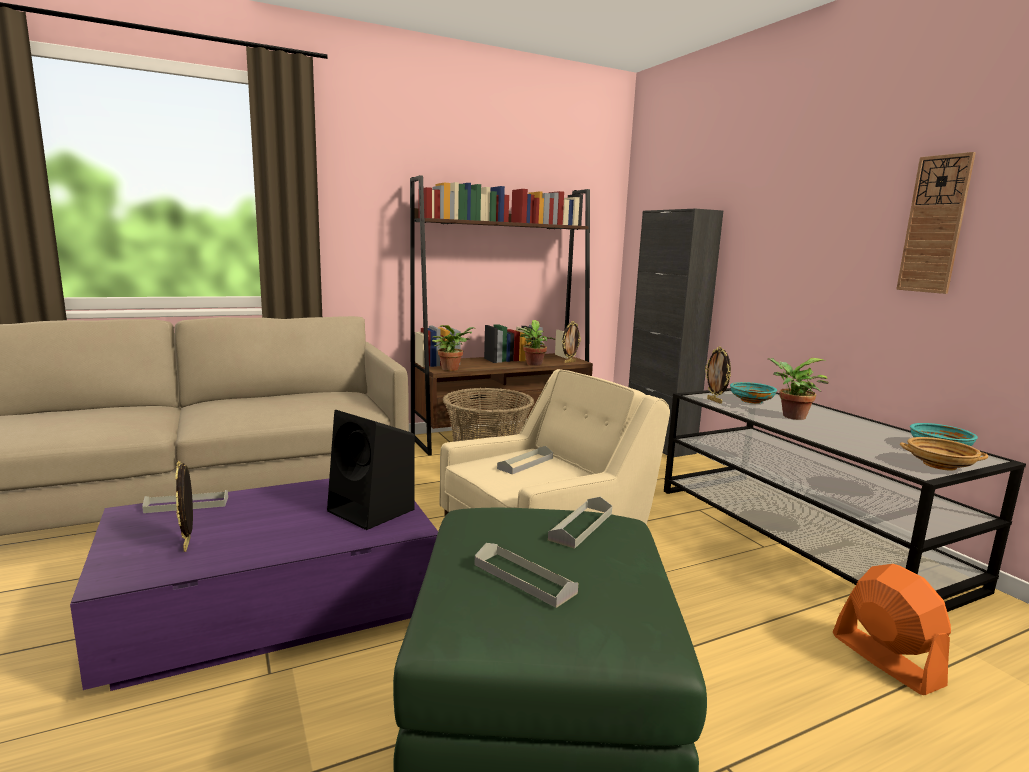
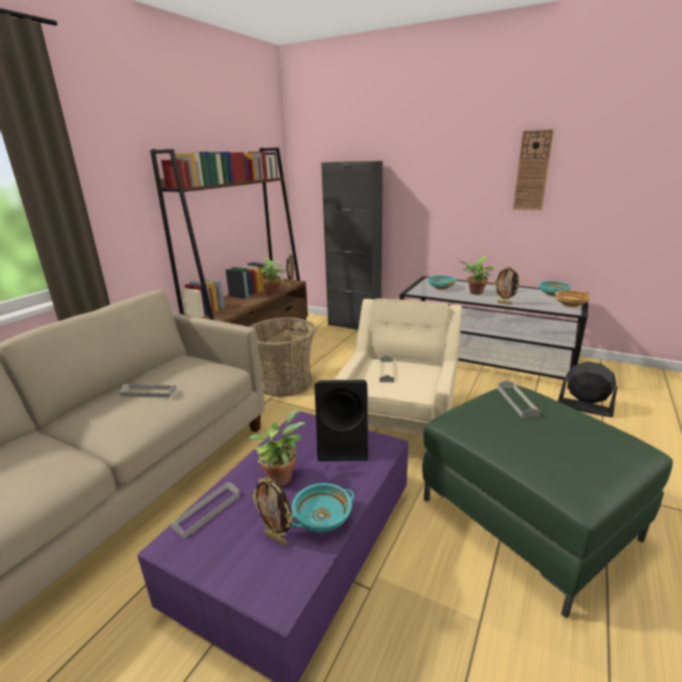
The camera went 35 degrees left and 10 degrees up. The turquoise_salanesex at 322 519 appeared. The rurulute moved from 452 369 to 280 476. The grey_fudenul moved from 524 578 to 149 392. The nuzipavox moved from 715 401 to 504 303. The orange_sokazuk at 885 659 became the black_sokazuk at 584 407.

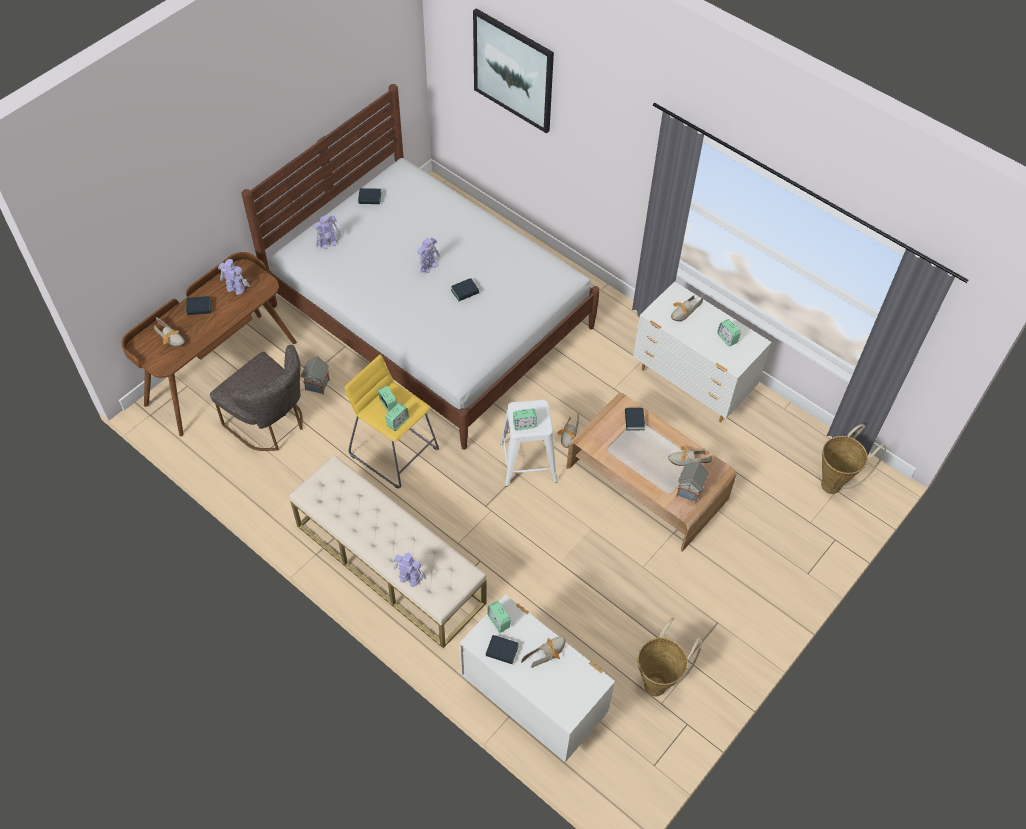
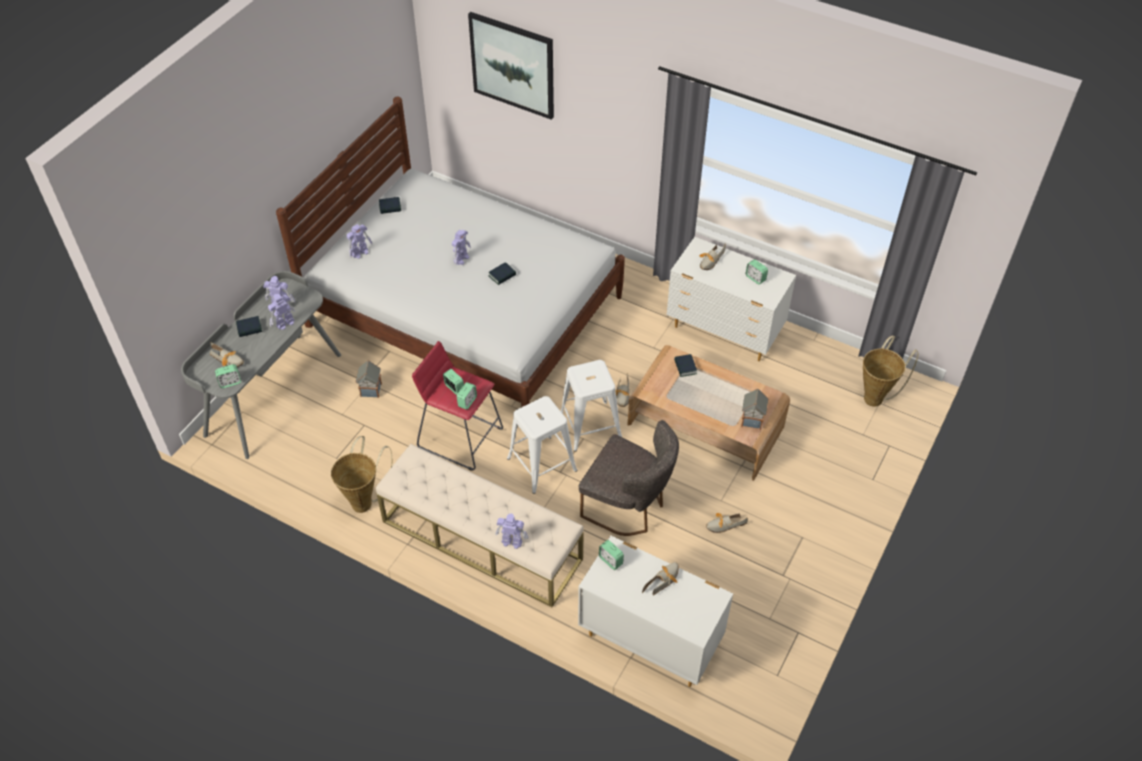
The camera went 10 degrees left and 5 degrees down. The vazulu at 502 651 disappeared. The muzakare at 284 323 appeared. The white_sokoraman at 542 464 appeared. The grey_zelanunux moved from 270 424 to 628 507. The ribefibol moved from 524 425 to 230 382. The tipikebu moved from 658 682 to 365 501. The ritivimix moved from 686 459 to 723 525. The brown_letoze at 220 372 became the grey_letoze at 272 394. The yellow_sokoraman at 394 451 became the red_sokoraman at 460 438.

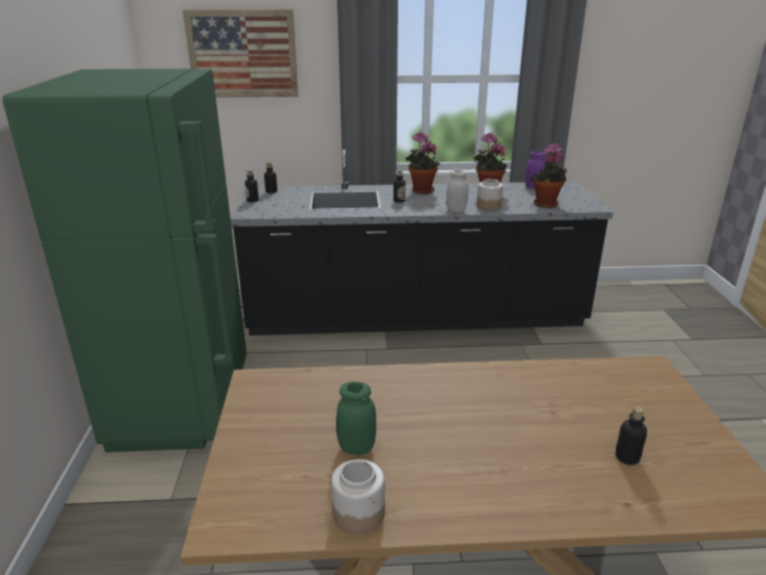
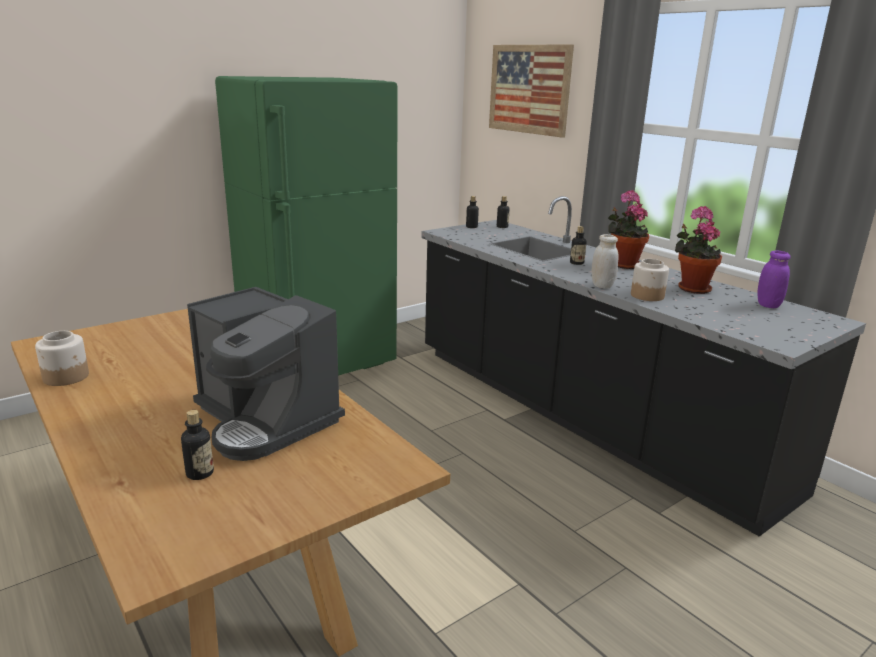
The camera went 55 degrees right and 5 degrees down. The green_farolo at 356 447 disappeared. The rurulute at 546 205 disappeared. The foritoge at 266 420 appeared.

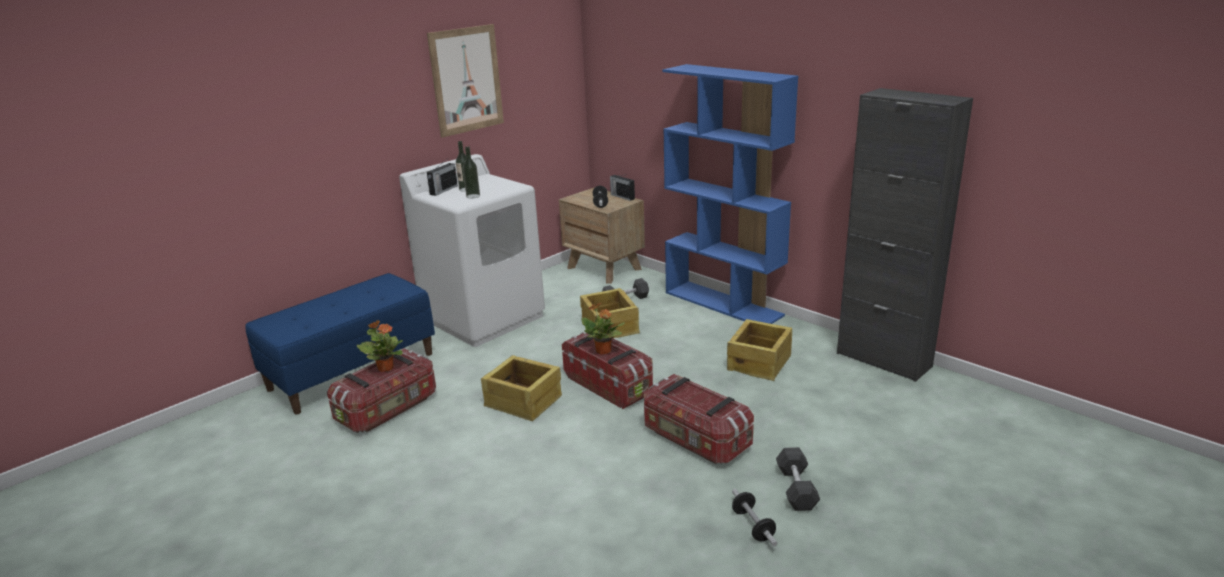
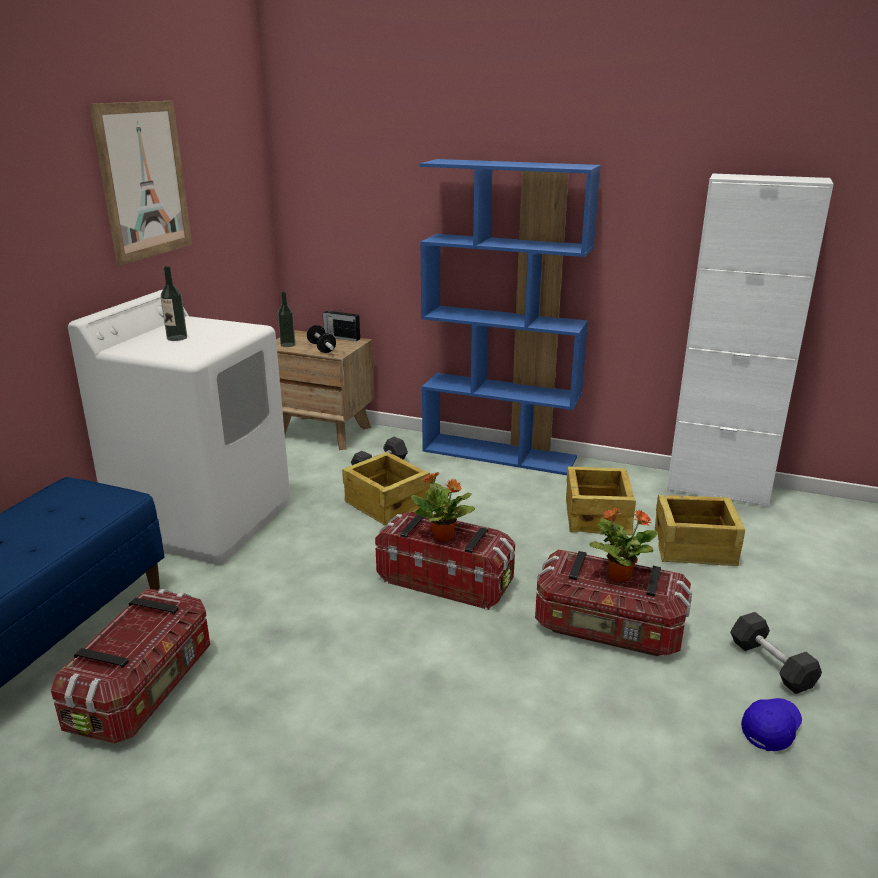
The camera went 25 degrees left and 0 degrees up. The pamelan at 443 190 disappeared. The rurulute moved from 385 368 to 618 575. The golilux moved from 473 196 to 288 345. The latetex moved from 523 402 to 695 548. The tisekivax at 753 526 was replaced by the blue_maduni at 770 729. The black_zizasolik at 883 360 became the white_zizasolik at 717 489.

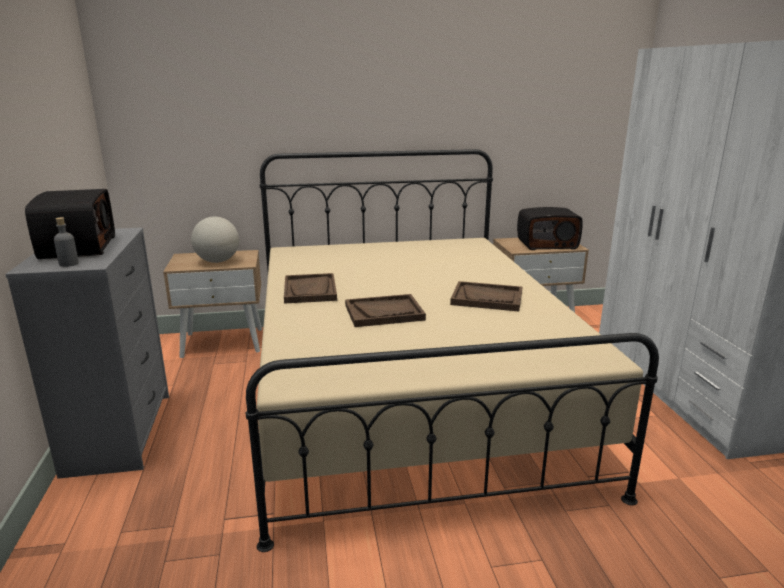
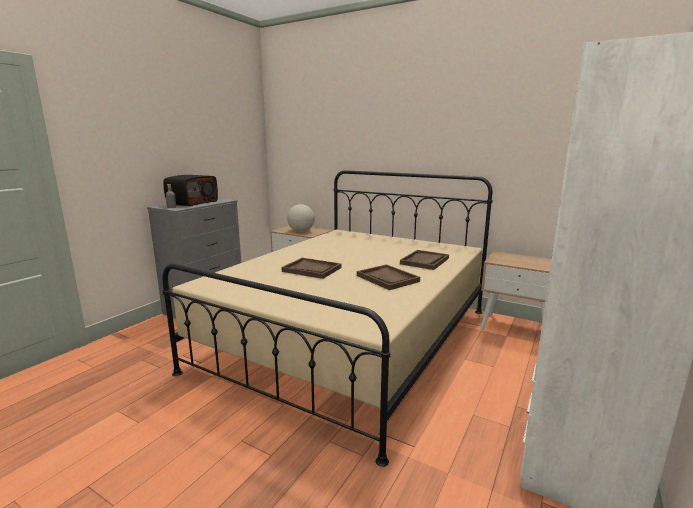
The camera went 40 degrees right and 5 degrees down. The pamelan at 547 244 disappeared. The brown_fudenul moved from 310 290 to 424 261.

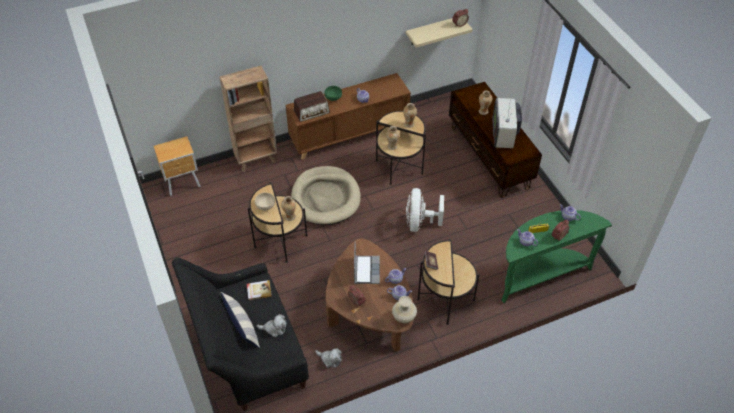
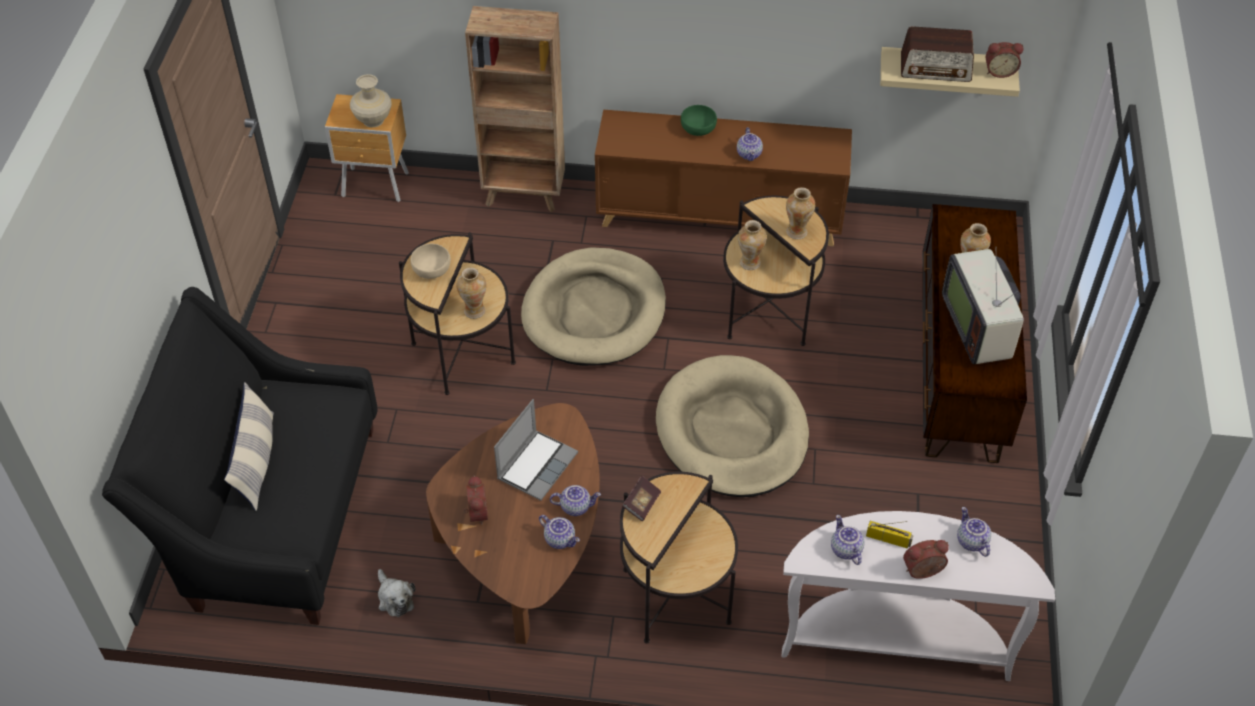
The camera went 30 degrees right and 0 degrees up. The vazulu at 258 290 disappeared. The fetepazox at 274 329 disappeared. The pamelan moved from 312 112 to 936 68. The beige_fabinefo moved from 404 318 to 373 120. The white_sokazuk at 419 222 was replaced by the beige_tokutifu at 732 431. The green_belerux at 540 274 became the white_belerux at 896 639. The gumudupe at 504 133 turned 45 degrees counterclockwise.

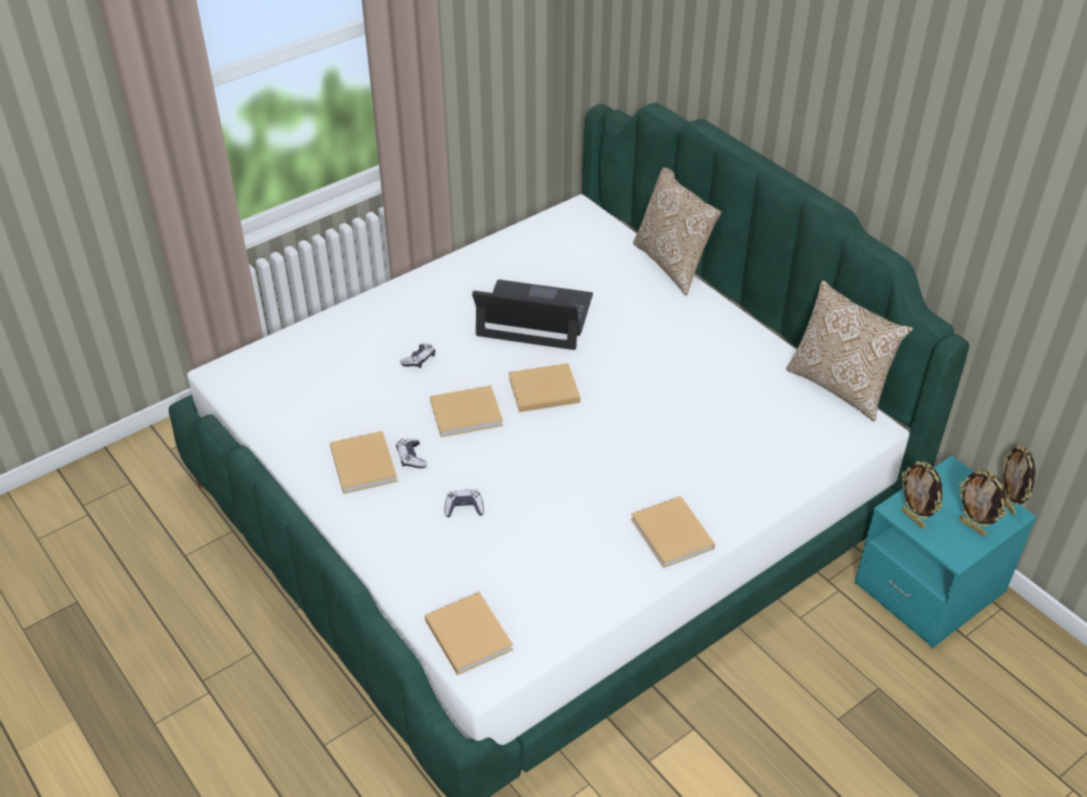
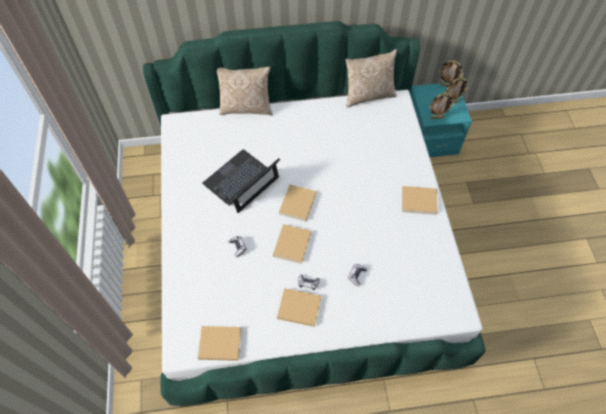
The camera went 60 degrees left and 15 degrees up. The beige_vazulu moved from 467 633 to 218 343.

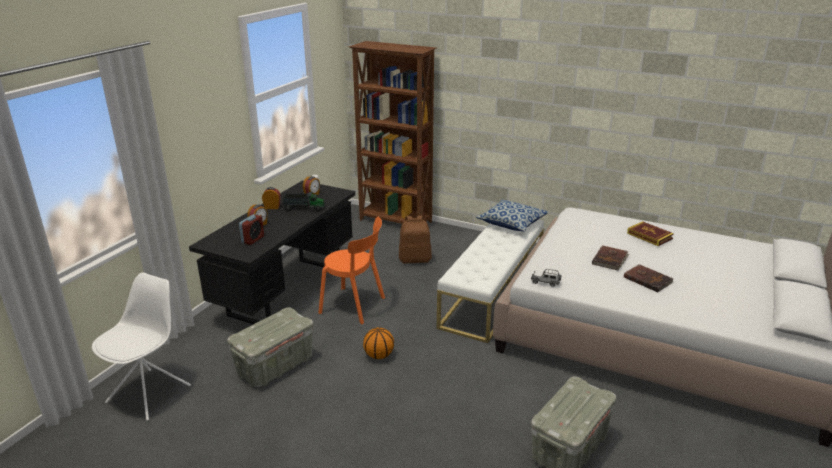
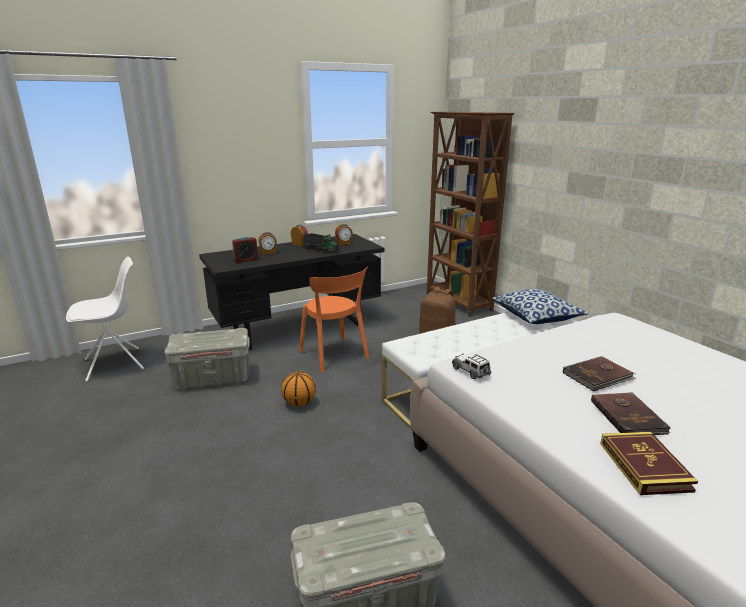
The camera went 35 degrees right and 5 degrees down. The vazulu moved from 649 236 to 644 466.

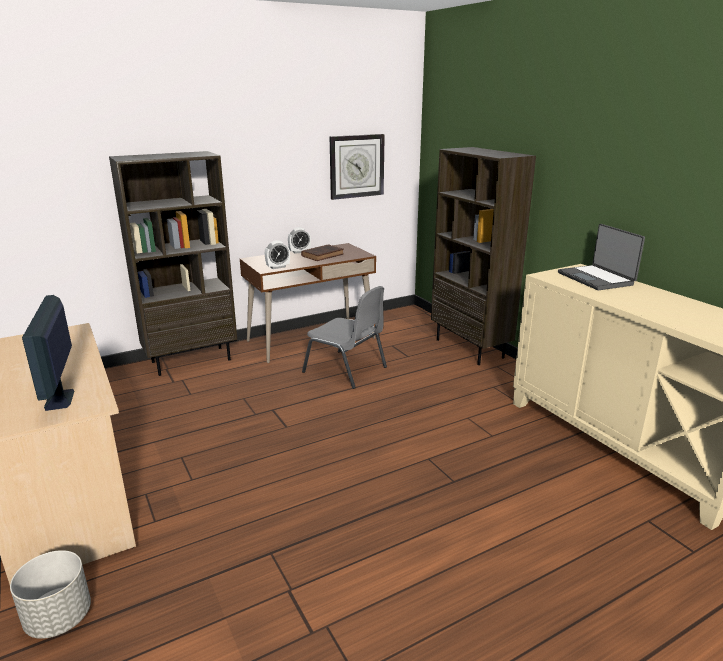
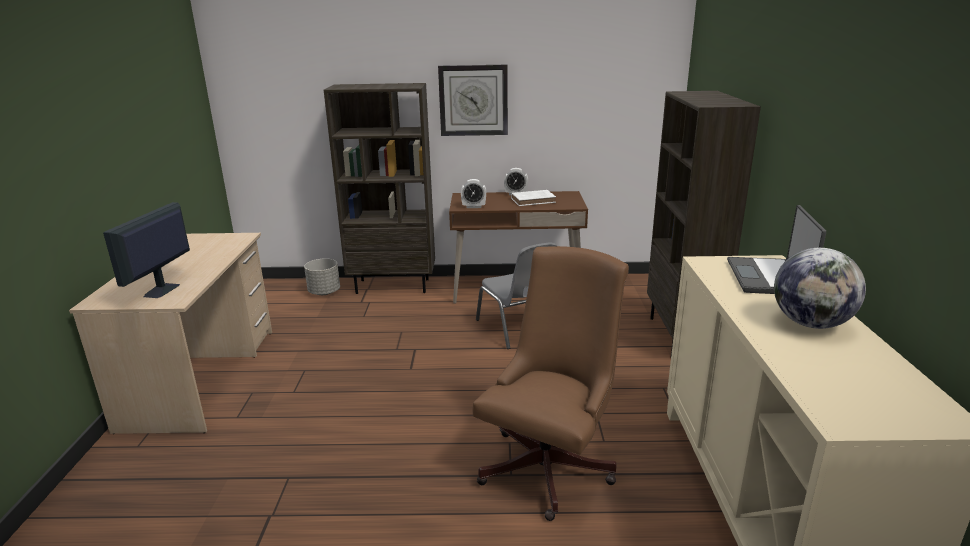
The camera went 30 degrees right and 0 degrees up. The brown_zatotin at 551 464 appeared. The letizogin at 811 323 appeared. The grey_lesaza moved from 58 618 to 324 292. The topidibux moved from 356 166 to 473 100. The brown_vazulu at 323 255 became the white_vazulu at 534 200.

